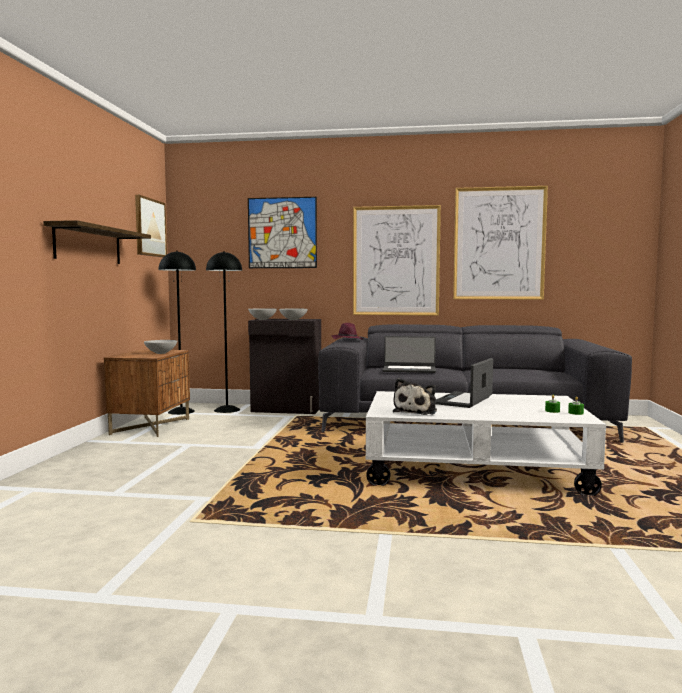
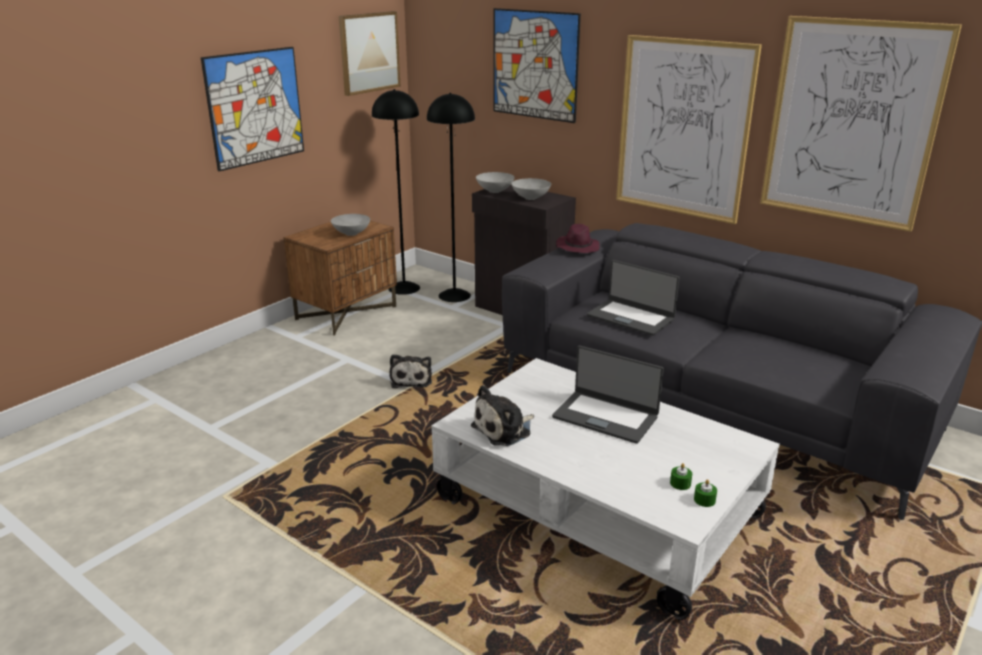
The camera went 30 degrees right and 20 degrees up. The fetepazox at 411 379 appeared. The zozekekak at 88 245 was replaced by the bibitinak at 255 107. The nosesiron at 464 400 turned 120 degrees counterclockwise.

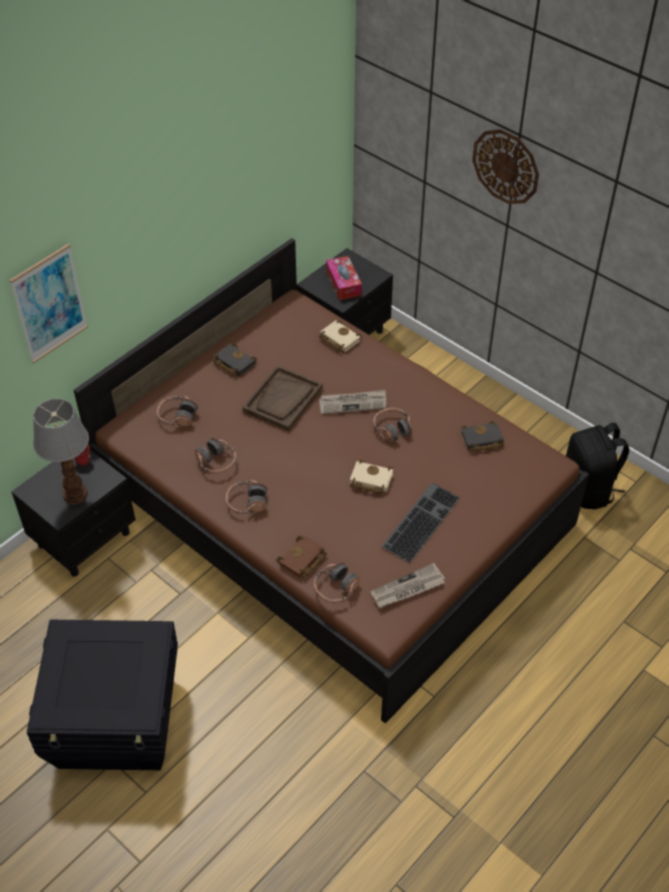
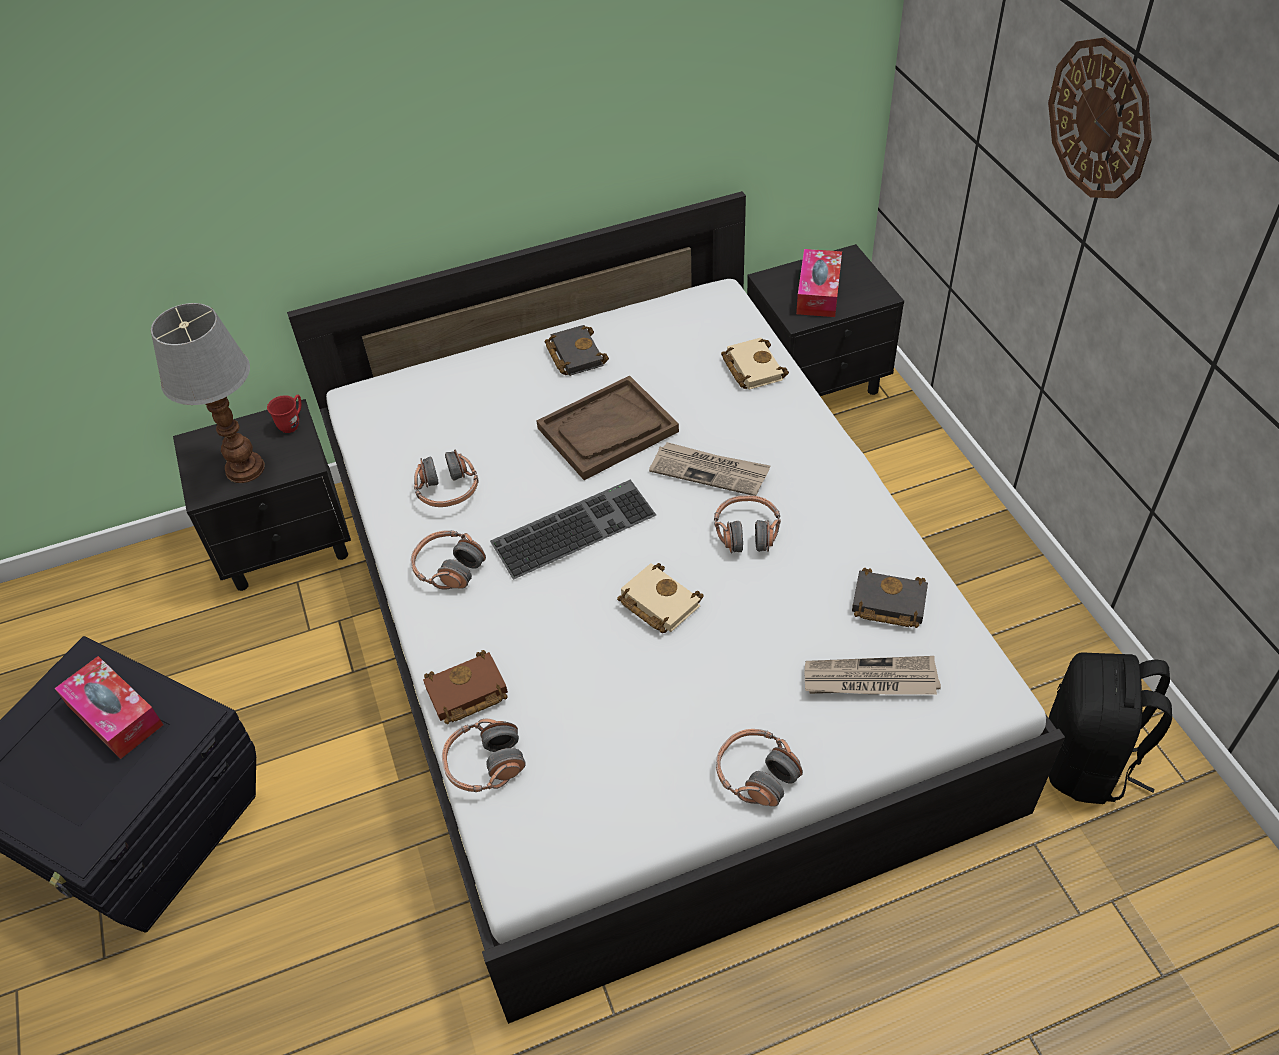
The camera went 30 degrees right and 0 degrees up. The bibitinak at 49 304 disappeared. The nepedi at 115 715 appeared. The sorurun moved from 177 416 to 756 774. The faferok moved from 407 589 to 869 680. The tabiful moved from 420 520 to 574 526. The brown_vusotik at 333 508 became the white_vusotik at 645 630.

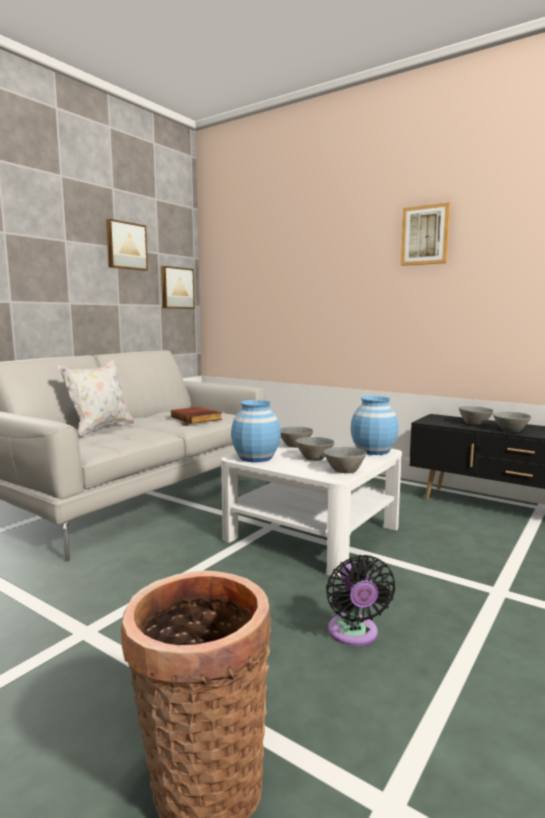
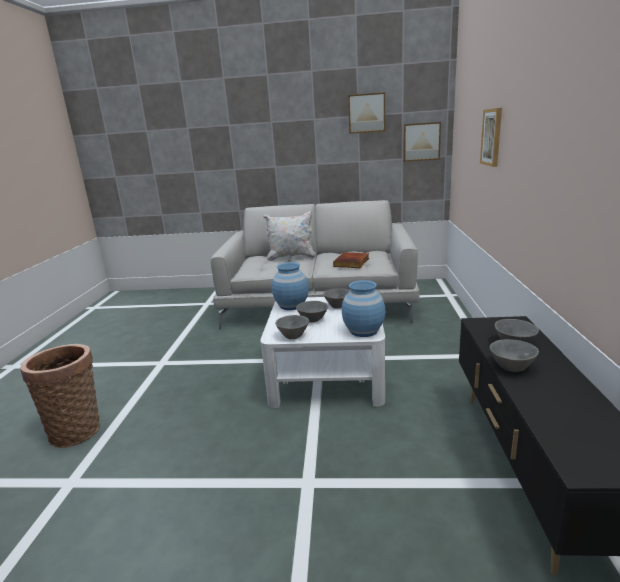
The camera went 60 degrees right and 10 degrees up. The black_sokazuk at 354 634 disappeared. The bibitinak moved from 425 235 to 492 137.

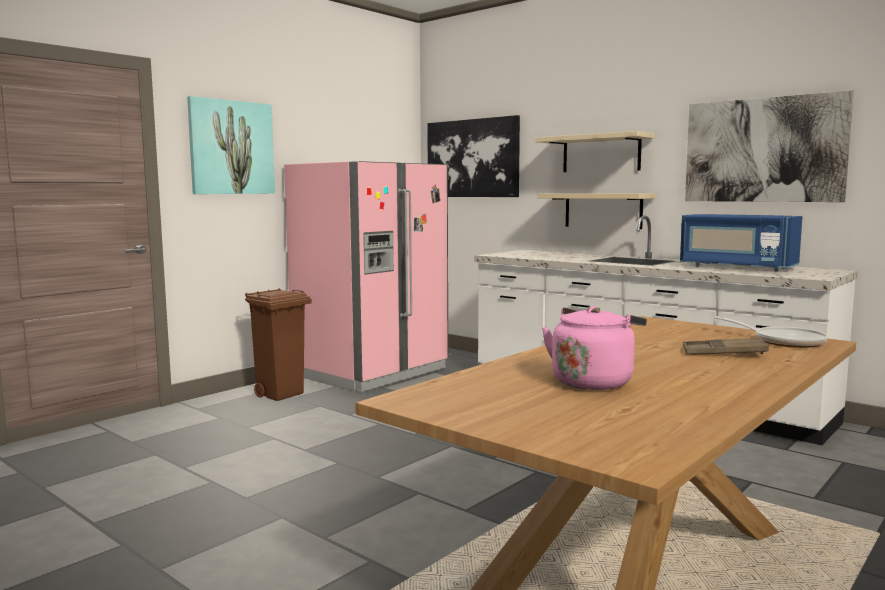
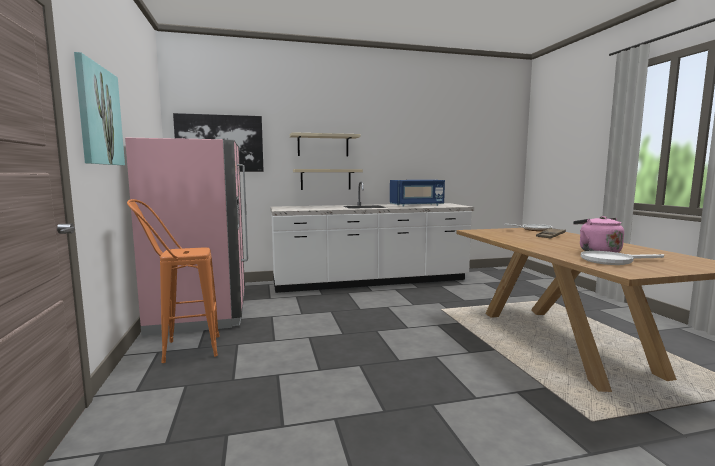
The camera went 55 degrees left and 0 degrees up. The bibitinak at 763 150 disappeared. The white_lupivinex at 612 260 appeared. The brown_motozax at 281 394 was replaced by the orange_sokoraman at 181 350.

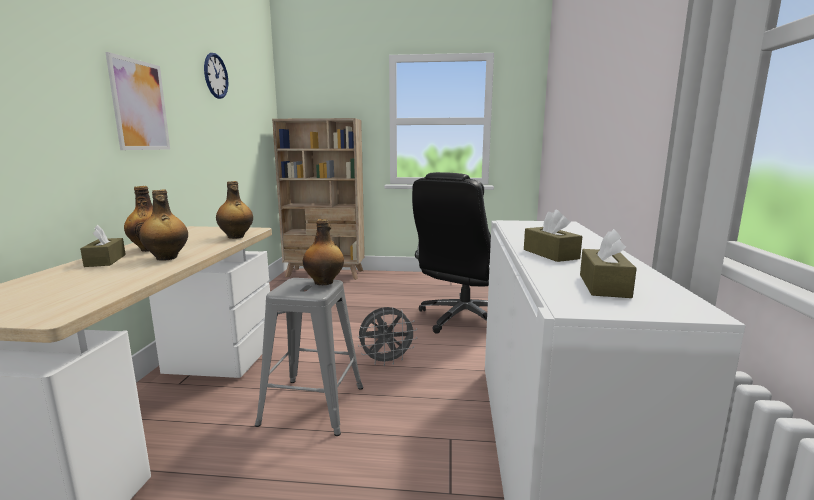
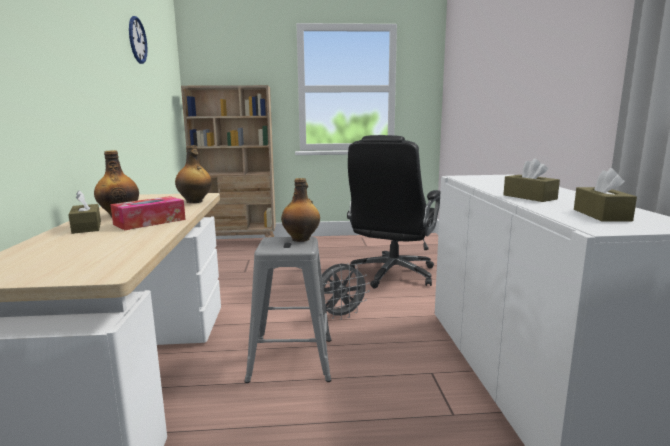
The camera went 10 degrees left and 0 degrees up. The bibitinak at 140 105 disappeared. The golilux at 166 258 was replaced by the nepedi at 150 222.

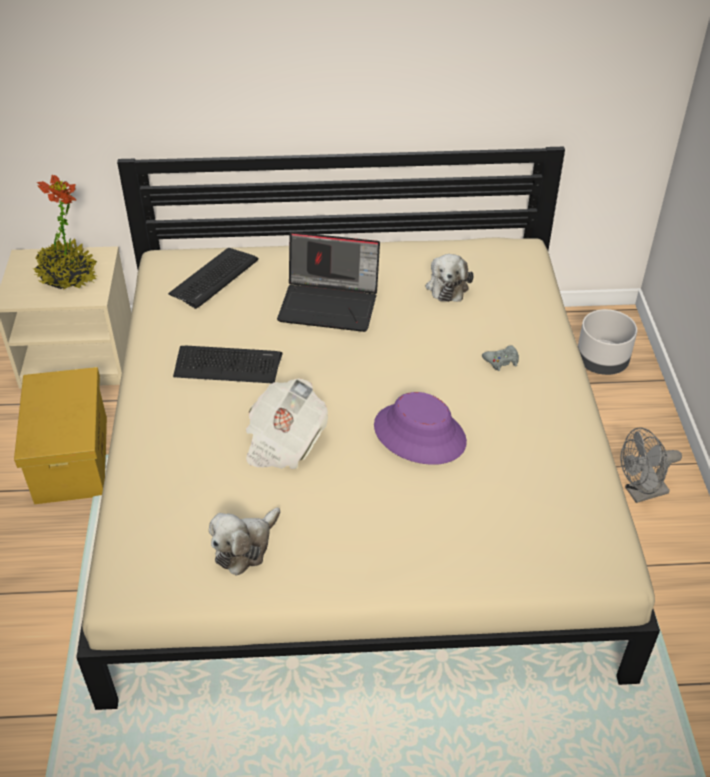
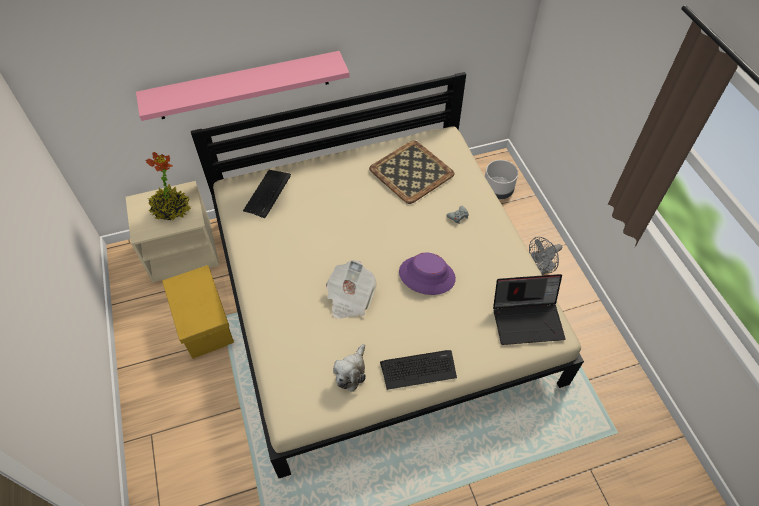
The camera went 15 degrees left and 10 degrees up. The pink_zozekekak at 243 85 appeared. The tabiful moved from 227 365 to 418 369. The nosesiron moved from 330 304 to 528 319. The fetepazox at 447 285 was replaced by the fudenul at 411 171.

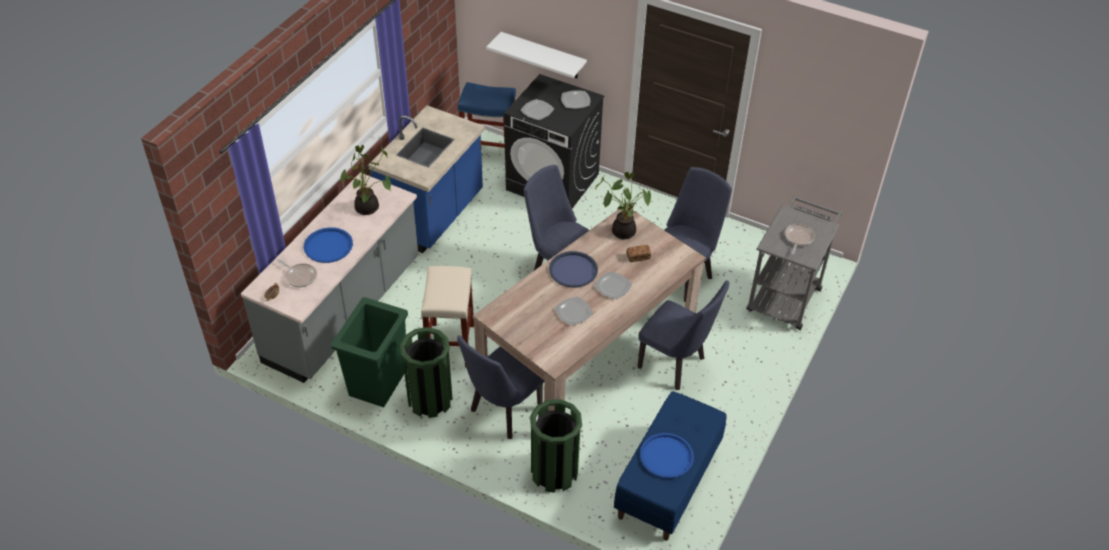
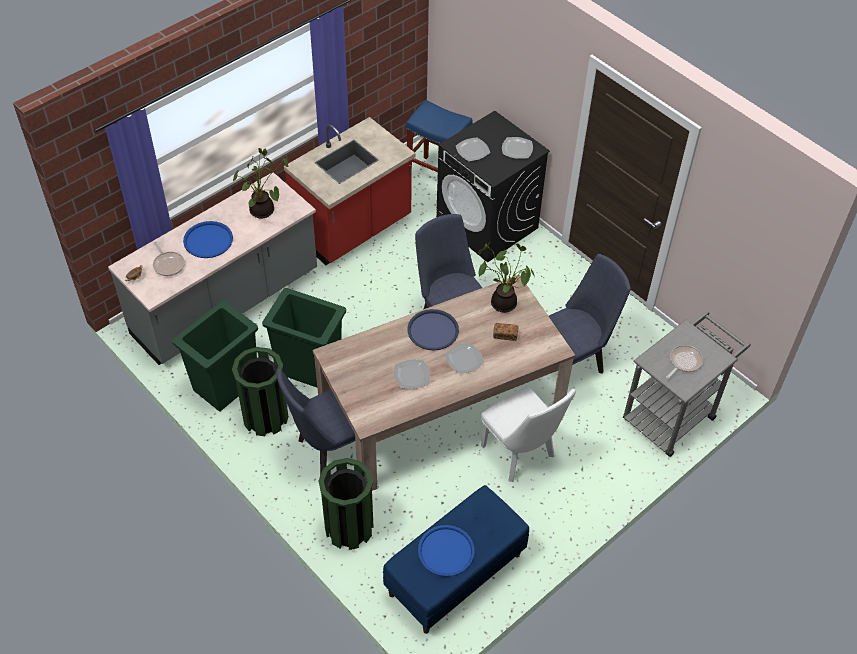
The camera went 20 degrees right and 5 degrees up. The white_zozekekak at 543 56 disappeared. The beige_sokoraman at 451 345 was replaced by the green_motozax at 309 368. The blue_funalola at 433 215 became the red_funalola at 353 229. The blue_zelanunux at 676 365 became the white_zelanunux at 521 455.

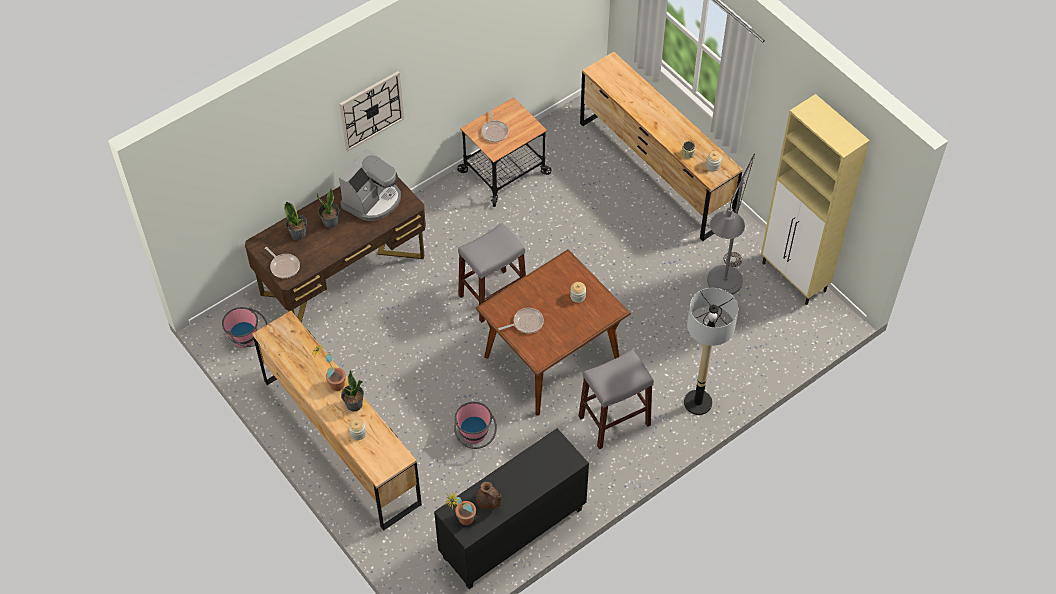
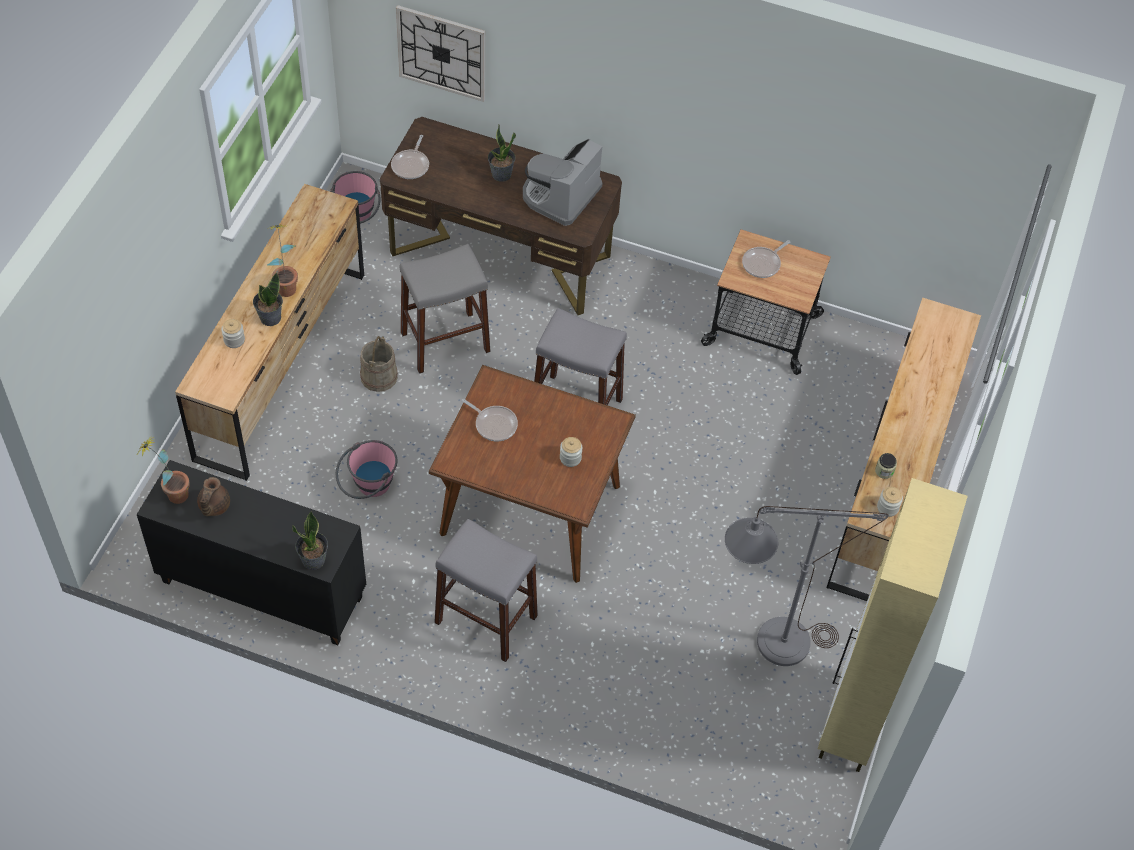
The camera went 55 degrees right and 0 degrees up. The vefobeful at 698 403 disappeared. The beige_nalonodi at 378 376 appeared. The grey_sokoraman at 445 342 appeared. The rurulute moved from 298 234 to 314 560. The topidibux moved from 371 110 to 442 52. The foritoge at 372 200 turned 120 degrees clockwise.

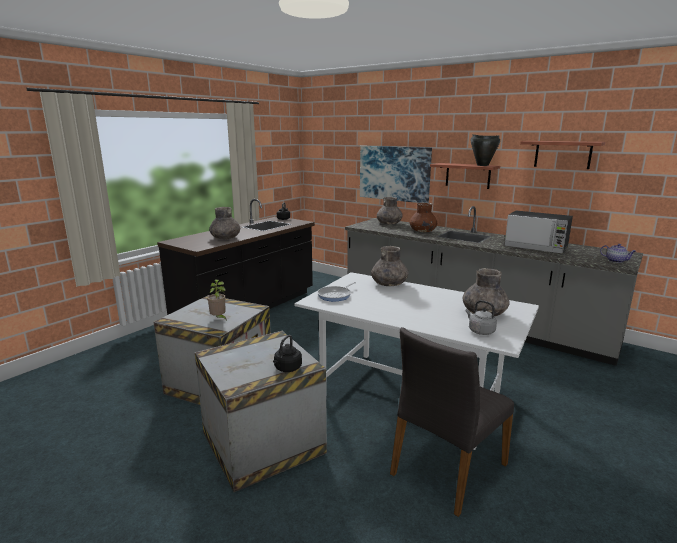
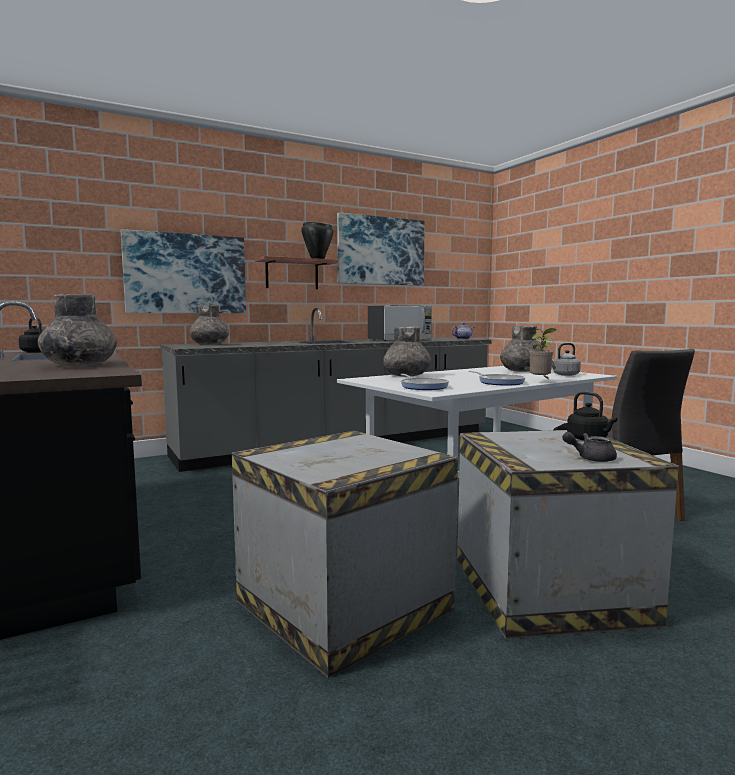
The camera went 65 degrees left and 10 degrees down. The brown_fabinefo at 422 231 disappeared. The lupivinex at 499 382 appeared. The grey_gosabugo at 590 458 appeared. The rurulute moved from 219 319 to 541 381. The zozekekak at 562 154 was replaced by the bibitinak at 381 251.

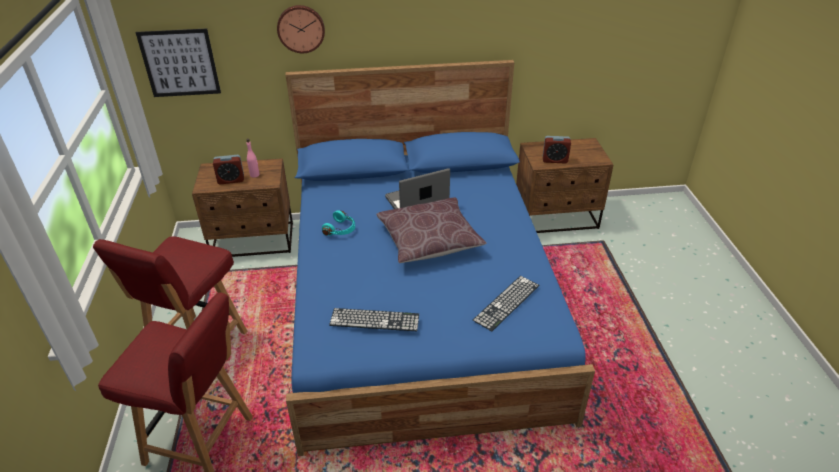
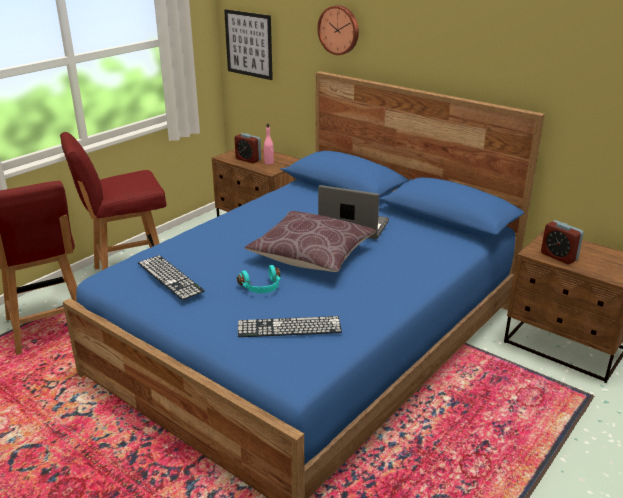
The camera went 45 degrees right and 10 degrees down. The turquoise_sorurun moved from 341 230 to 262 288.

